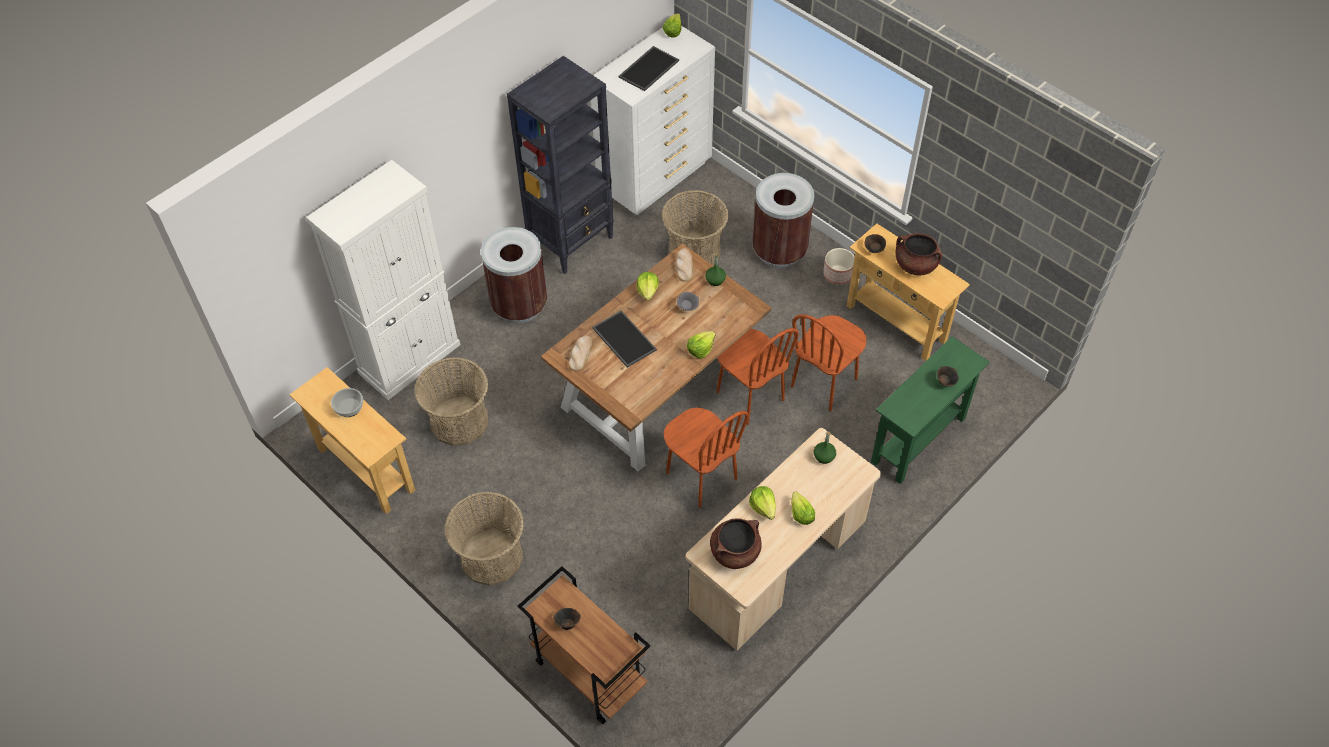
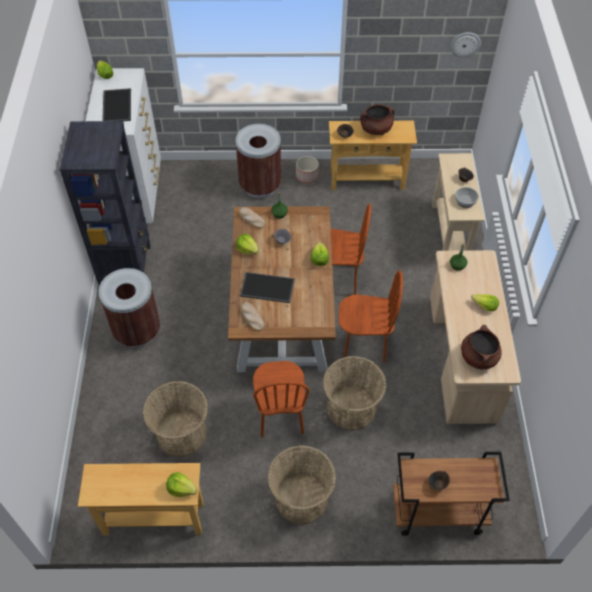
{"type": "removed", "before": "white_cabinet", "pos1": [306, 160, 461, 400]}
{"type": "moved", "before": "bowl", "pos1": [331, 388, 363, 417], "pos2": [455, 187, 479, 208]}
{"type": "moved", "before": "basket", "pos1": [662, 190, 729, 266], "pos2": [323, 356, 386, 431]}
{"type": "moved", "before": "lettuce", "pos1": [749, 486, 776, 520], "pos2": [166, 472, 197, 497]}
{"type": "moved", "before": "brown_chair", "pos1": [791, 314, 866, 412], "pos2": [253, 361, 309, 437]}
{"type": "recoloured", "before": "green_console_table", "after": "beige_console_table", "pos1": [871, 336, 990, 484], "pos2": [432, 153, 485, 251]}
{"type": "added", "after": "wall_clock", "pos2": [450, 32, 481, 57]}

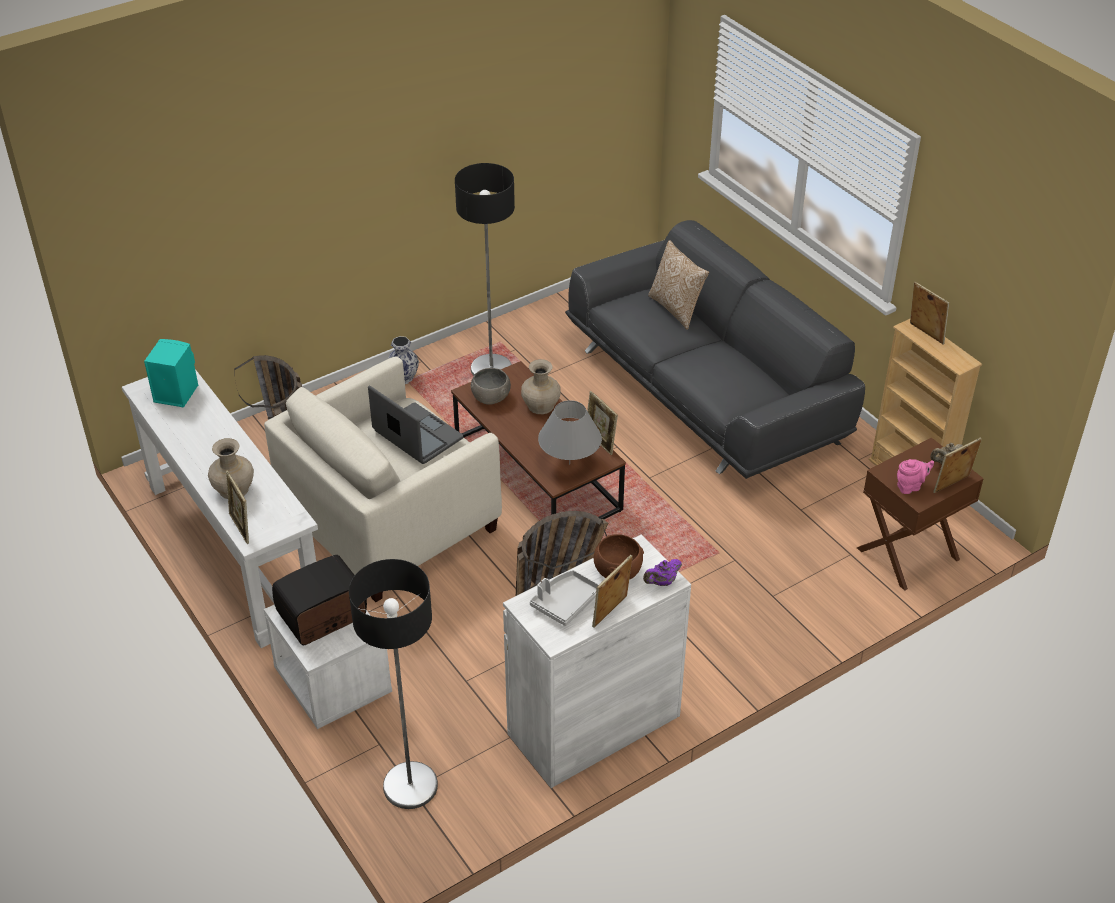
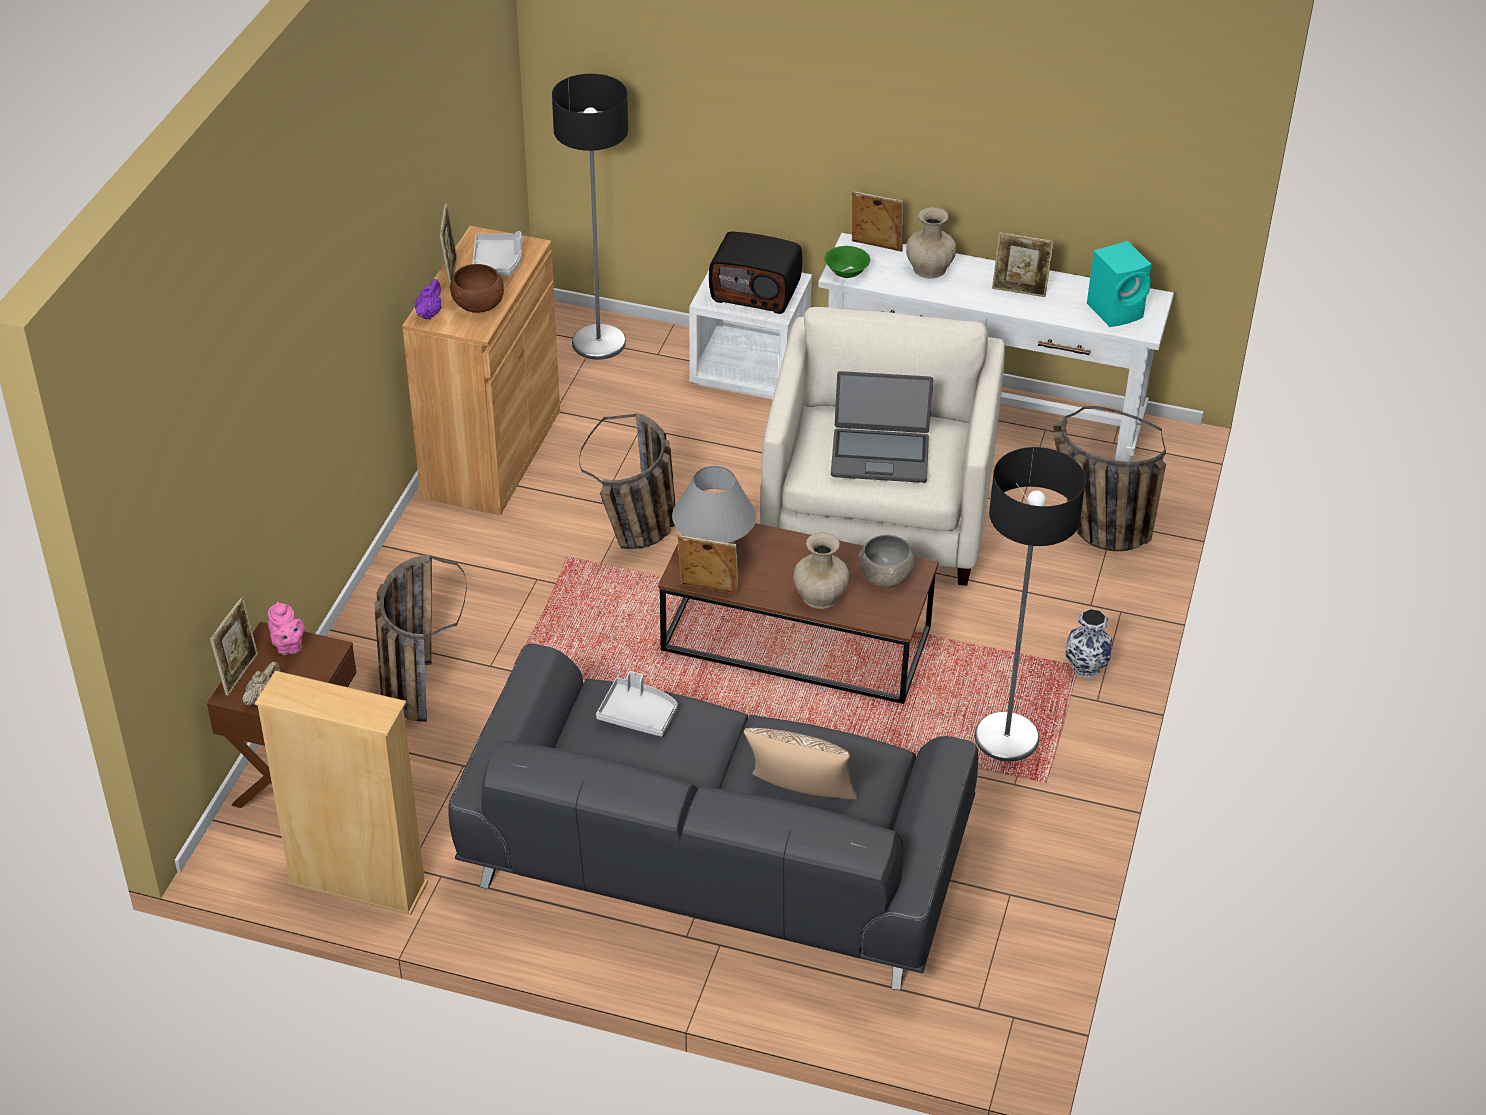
{"type": "turned", "before": "radio", "pos1": [272, 555, 367, 645], "pos2": [709, 232, 802, 314], "turn": 90}
{"type": "recoloured", "before": "white_cabinet", "after": "brown_cabinet", "pos1": [503, 534, 691, 788], "pos2": [402, 226, 560, 515]}
{"type": "turned", "before": "pink_teapot", "pos1": [897, 459, 934, 494], "pos2": [268, 601, 305, 655], "turn": -60}
{"type": "moved", "before": "picture_frame", "pos1": [910, 282, 949, 345], "pos2": [992, 232, 1054, 297]}
{"type": "added", "after": "basket", "pos2": [375, 555, 467, 722]}
{"type": "added", "after": "grey_tray", "pos2": [596, 671, 678, 737]}
{"type": "added", "after": "green_bowl", "pos2": [824, 246, 870, 278]}

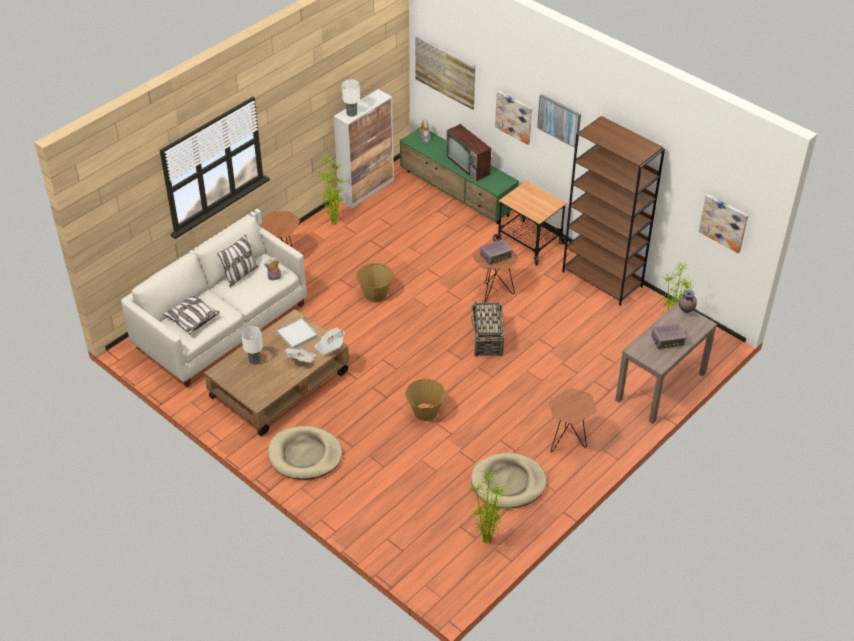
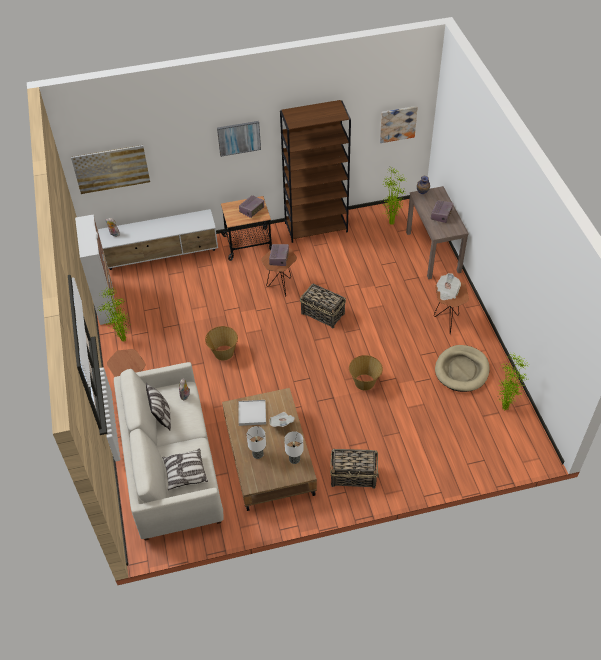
{"type": "replaced", "before": "beige_dog_bed", "after": "basket", "pos1": [268, 426, 342, 480], "pos2": [330, 449, 379, 489]}
{"type": "moved", "before": "newspaper", "pos1": [314, 327, 345, 356], "pos2": [437, 273, 461, 300]}
{"type": "moved", "before": "table_lamp", "pos1": [342, 79, 360, 117], "pos2": [284, 431, 304, 464]}
{"type": "recoloured", "before": "green_tv_stand", "after": "white_tv_stand", "pos1": [400, 127, 519, 224], "pos2": [98, 209, 218, 270]}
{"type": "removed", "before": "television", "pos1": [446, 124, 491, 181]}
{"type": "removed", "before": "picture", "pos1": [495, 91, 532, 145]}
{"type": "added", "after": "radio", "pos2": [239, 195, 264, 218]}

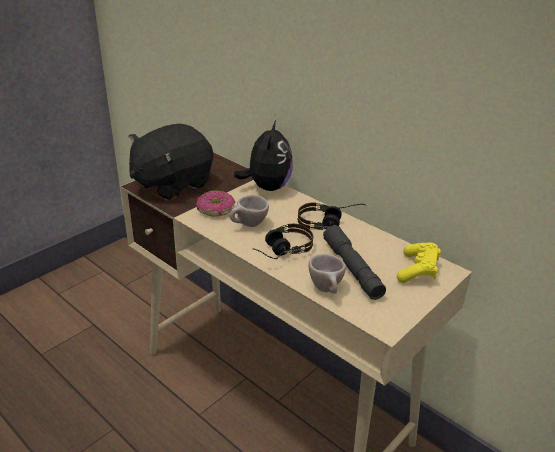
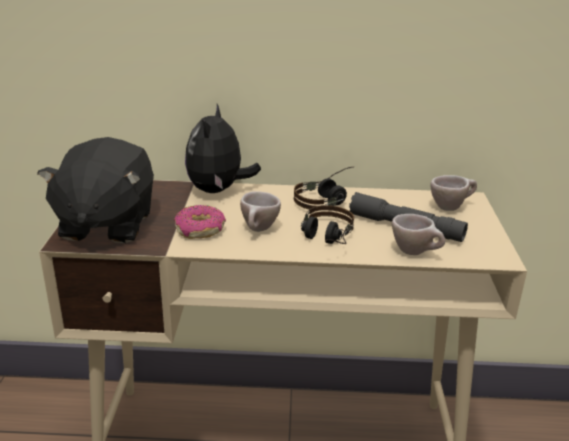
{"type": "turned", "before": "plush_toy", "pos1": [234, 120, 293, 191], "pos2": [185, 104, 261, 193], "turn": -135}
{"type": "replaced", "before": "yellow_game_controller", "after": "beige_cup", "pos1": [397, 242, 441, 283], "pos2": [430, 175, 477, 211]}

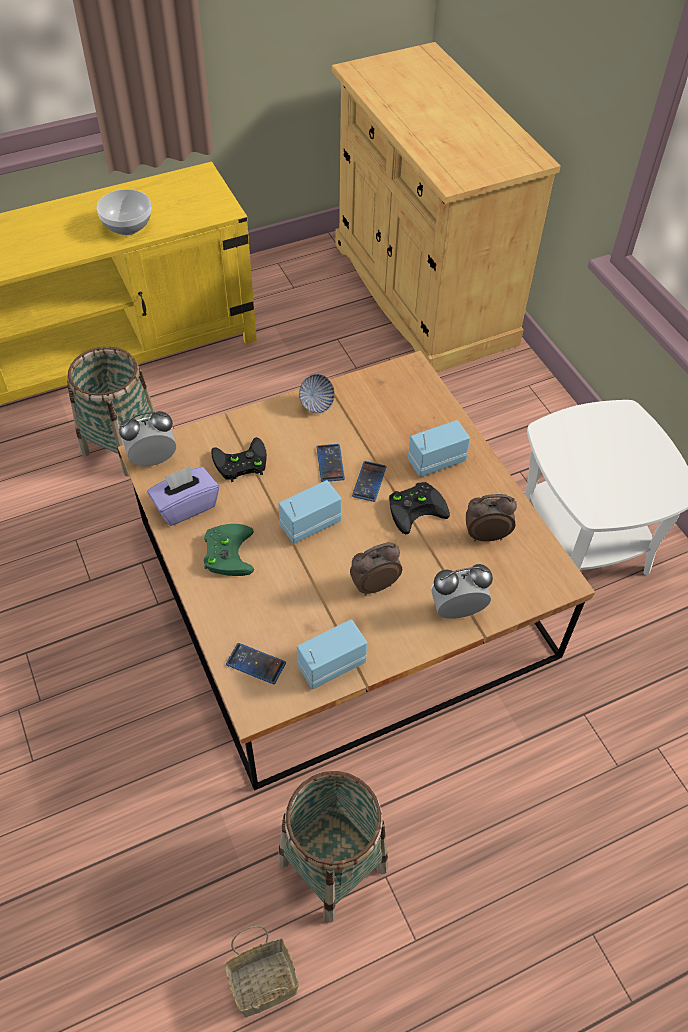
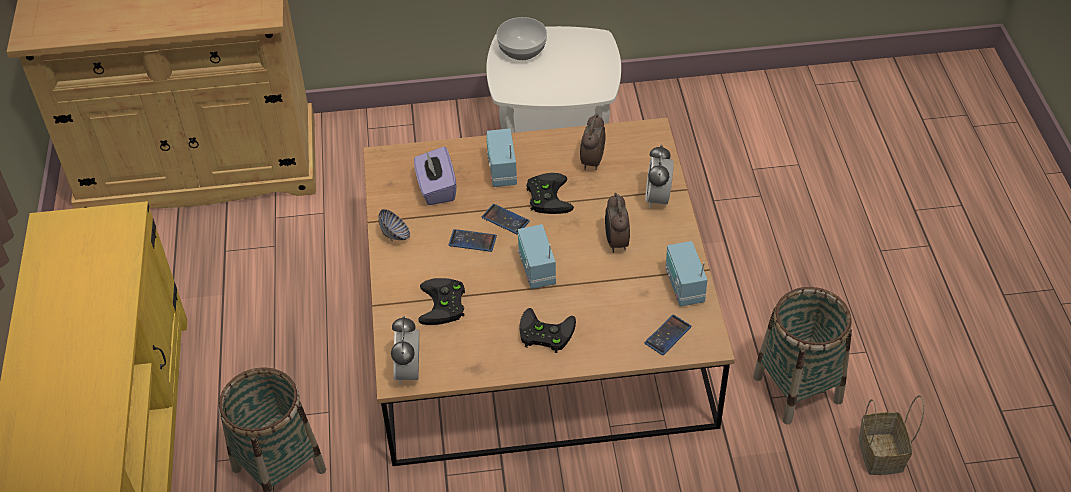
{"type": "moved", "before": "bowl", "pos1": [96, 189, 151, 235], "pos2": [496, 17, 547, 60]}
{"type": "moved", "before": "purple_tissue_box", "pos1": [147, 466, 219, 526], "pos2": [414, 146, 457, 205]}
{"type": "recoloured", "before": "green_game_controller", "after": "black_game_controller", "pos1": [203, 524, 254, 576], "pos2": [519, 308, 576, 353]}

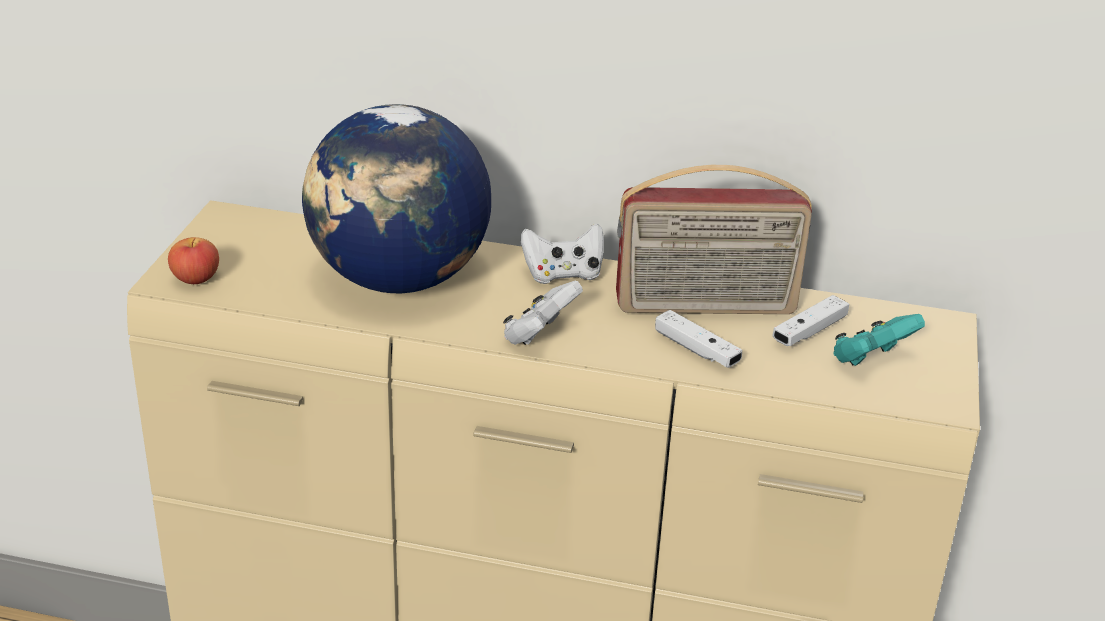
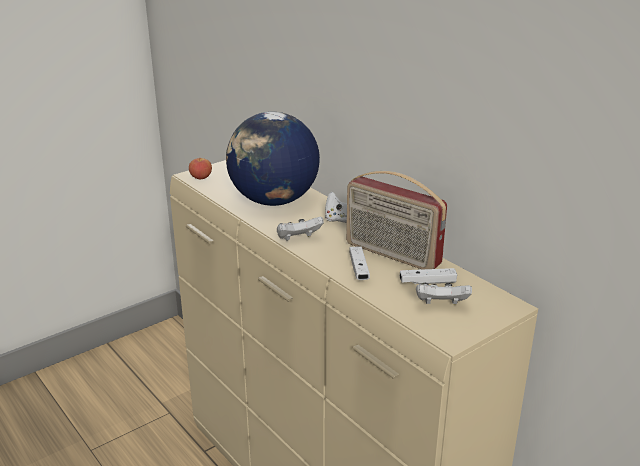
{"type": "recoloured", "before": "turquoise_game_controller", "after": "white_game_controller", "pos1": [833, 314, 925, 366], "pos2": [416, 283, 472, 305]}

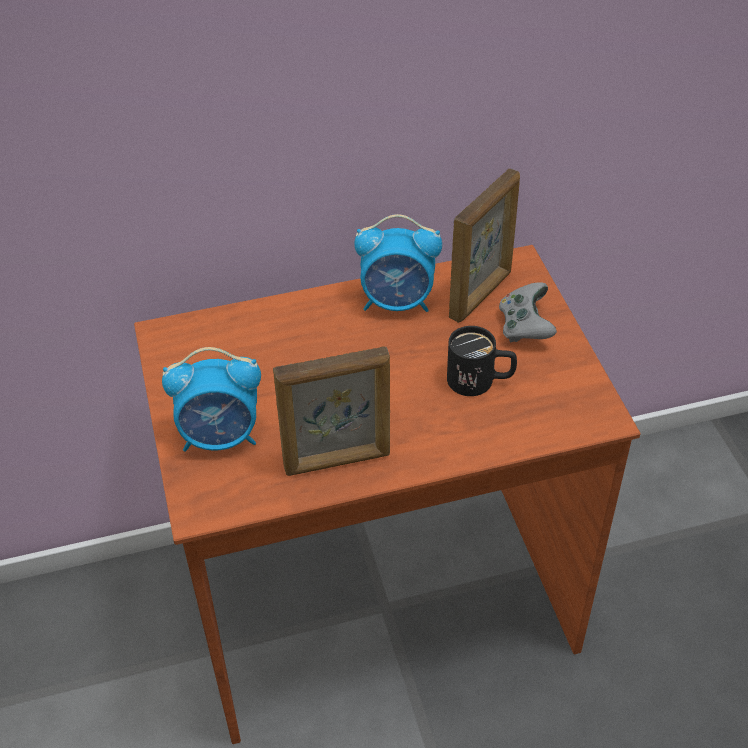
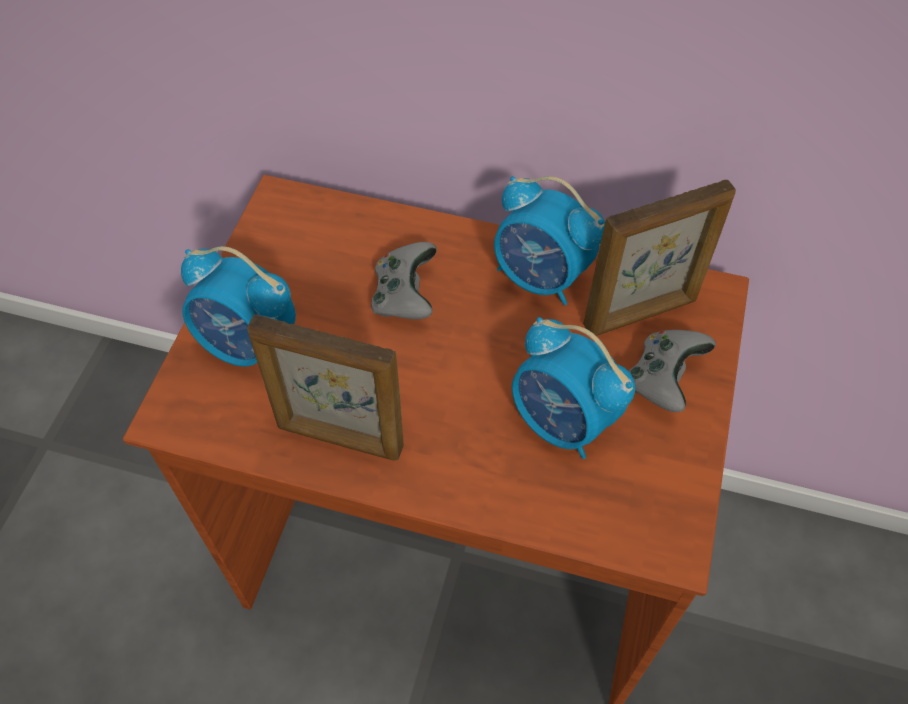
{"type": "replaced", "before": "black_mug", "after": "alarm_clock", "pos1": [447, 326, 517, 396], "pos2": [512, 317, 635, 459]}
{"type": "added", "after": "grey_game_controller", "pos2": [371, 242, 437, 319]}

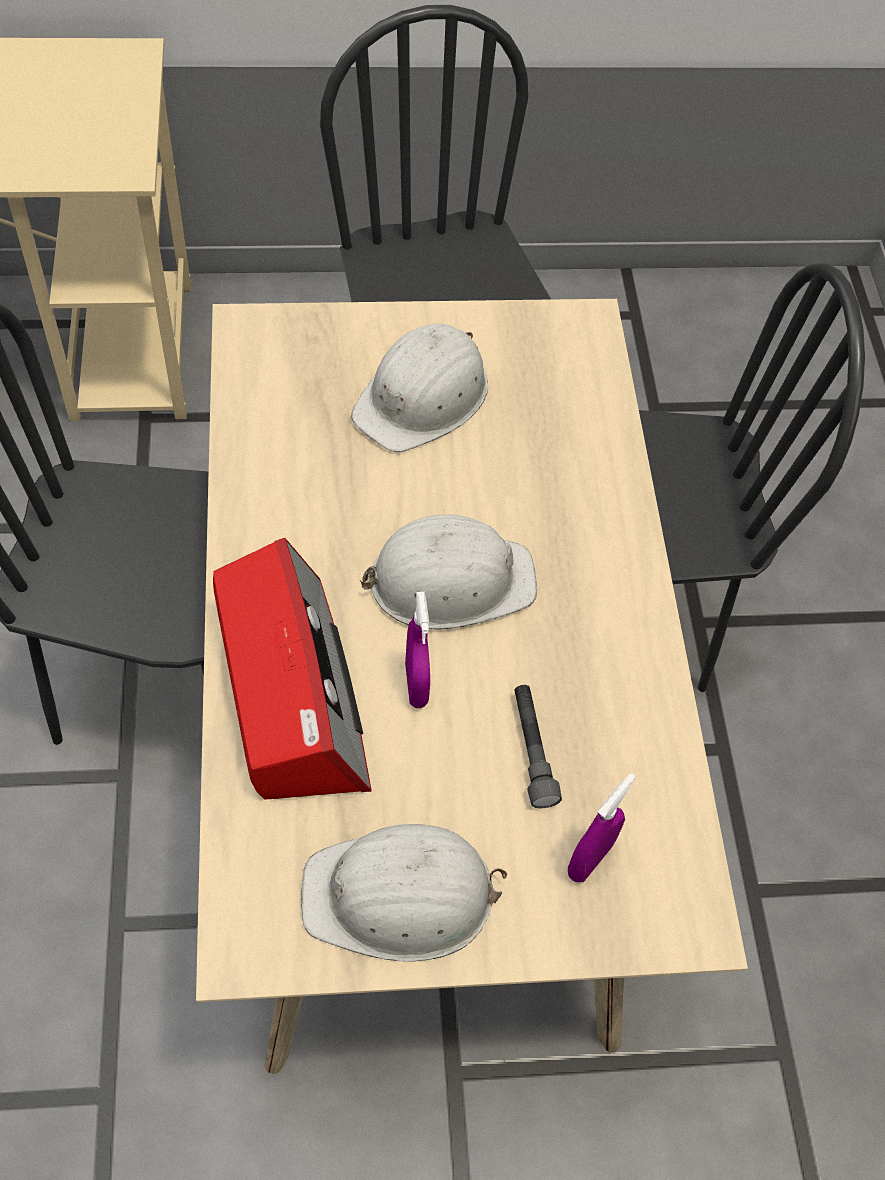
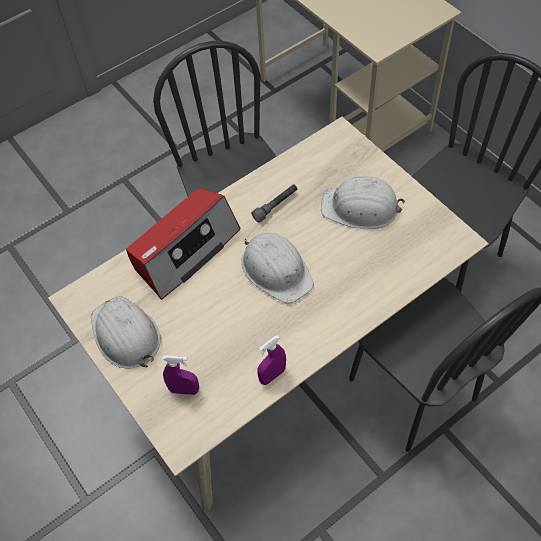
{"type": "moved", "before": "purple_spray_bottle", "pos1": [405, 592, 430, 708], "pos2": [257, 335, 286, 385]}
{"type": "moved", "before": "grey_flashlight", "pos1": [514, 685, 562, 808], "pos2": [252, 184, 297, 222]}

